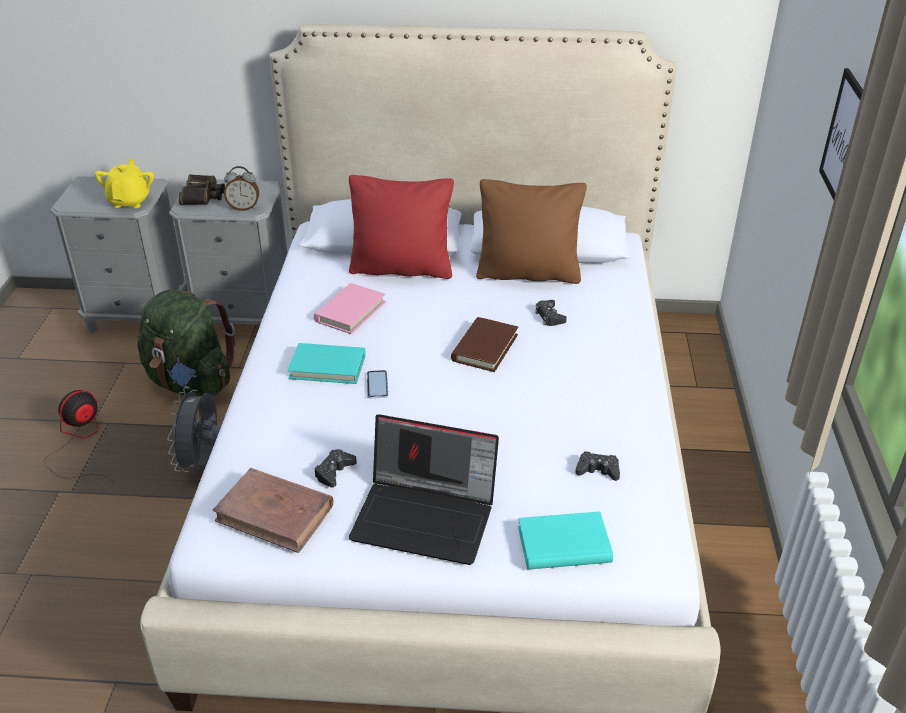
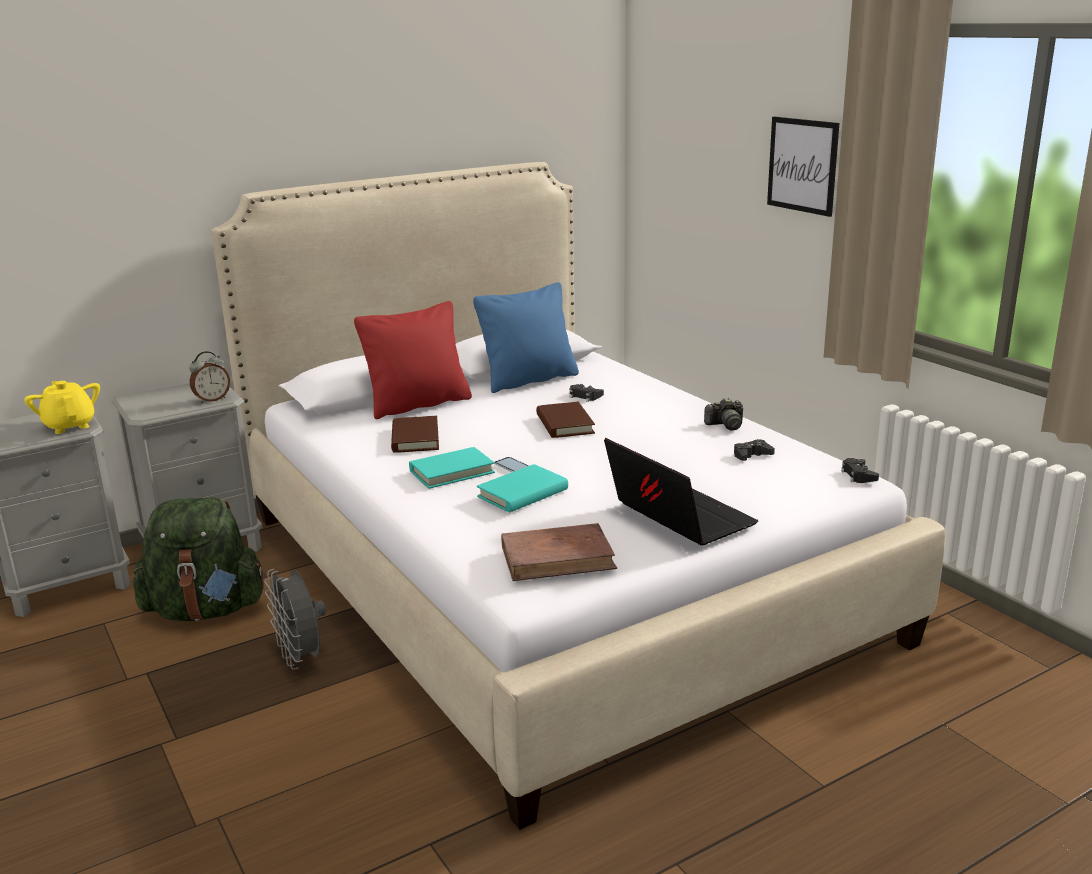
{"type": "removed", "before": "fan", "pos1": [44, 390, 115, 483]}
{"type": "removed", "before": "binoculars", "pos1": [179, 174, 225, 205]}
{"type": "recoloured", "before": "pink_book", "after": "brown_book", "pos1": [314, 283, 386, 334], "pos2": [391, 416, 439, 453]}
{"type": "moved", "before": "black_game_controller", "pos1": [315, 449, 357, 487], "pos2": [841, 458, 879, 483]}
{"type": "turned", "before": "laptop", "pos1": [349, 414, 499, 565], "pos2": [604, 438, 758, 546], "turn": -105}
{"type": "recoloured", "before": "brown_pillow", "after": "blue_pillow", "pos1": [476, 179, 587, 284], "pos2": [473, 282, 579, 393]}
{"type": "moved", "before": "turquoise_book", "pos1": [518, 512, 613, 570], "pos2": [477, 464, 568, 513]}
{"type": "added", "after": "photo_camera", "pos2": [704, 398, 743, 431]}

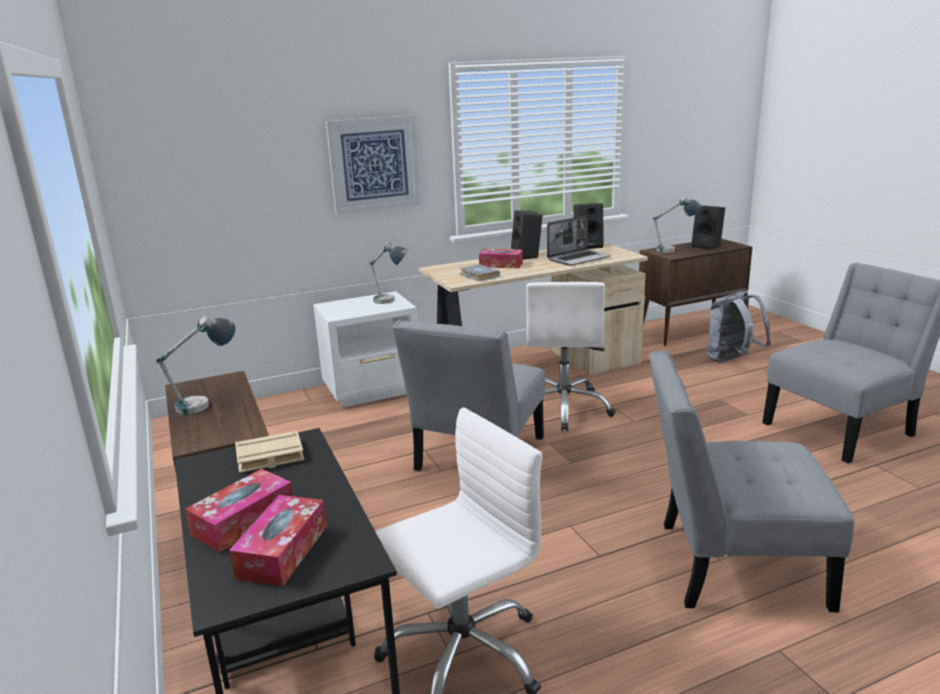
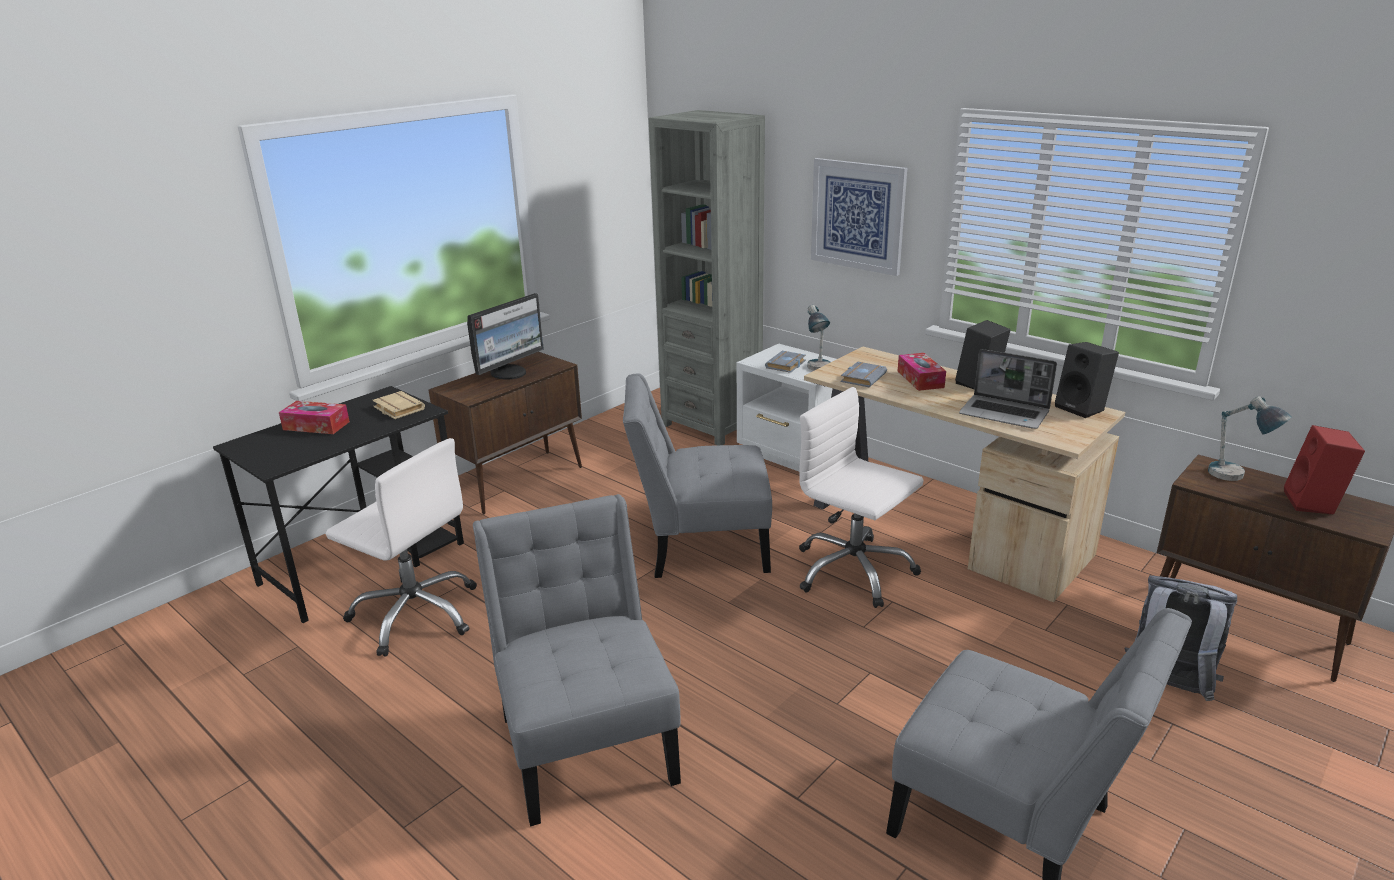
{"type": "replaced", "before": "table_lamp", "after": "monitor", "pos1": [156, 316, 235, 414], "pos2": [467, 293, 544, 380]}
{"type": "removed", "before": "tissue_box", "pos1": [229, 495, 327, 587]}
{"type": "turned", "before": "white_office_chair", "pos1": [526, 282, 616, 431], "pos2": [799, 387, 924, 608], "turn": 60}
{"type": "recoloured", "before": "black_speaker", "after": "red_speaker", "pos1": [691, 206, 725, 250], "pos2": [1284, 425, 1365, 514]}
{"type": "added", "after": "grey_bookcase", "pos2": [649, 110, 765, 445]}
{"type": "added", "after": "grey_book", "pos2": [765, 351, 806, 373]}

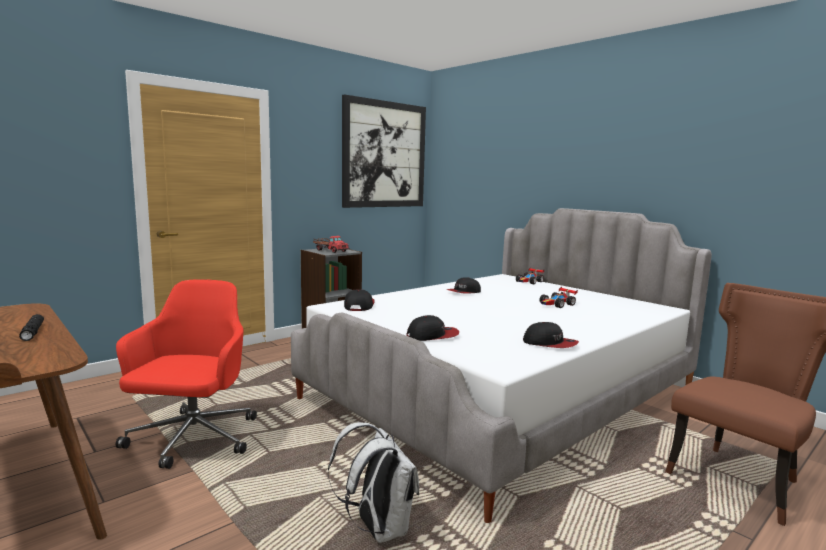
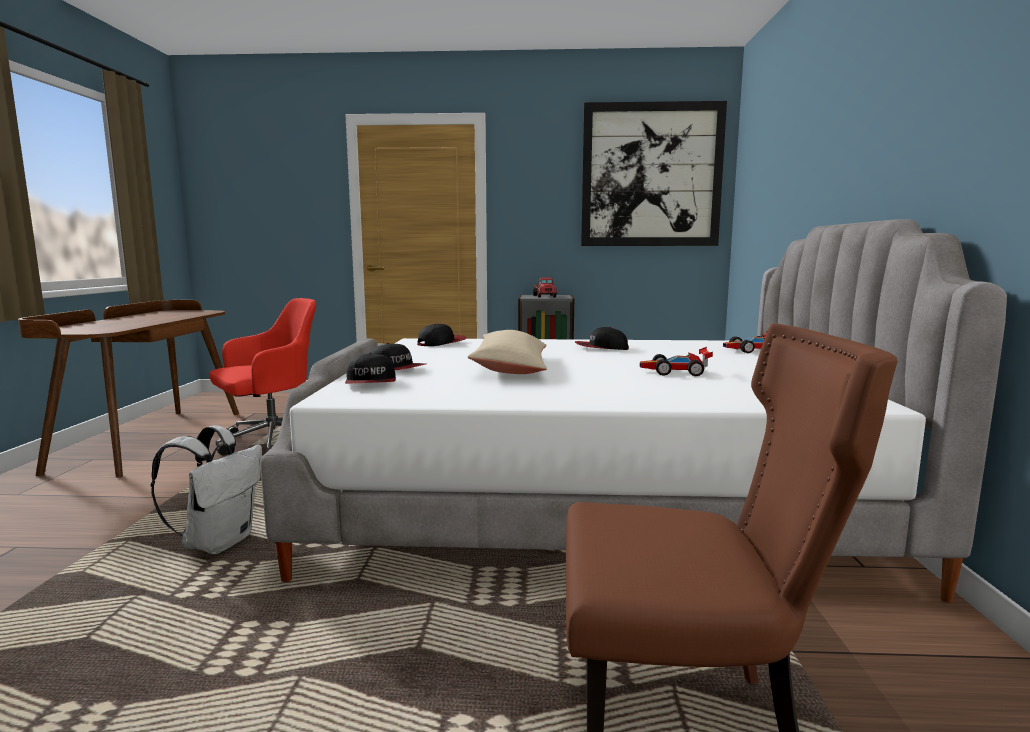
{"type": "removed", "before": "black_flashlight", "pos1": [19, 314, 44, 341]}
{"type": "moved", "before": "cap", "pos1": [523, 322, 579, 348], "pos2": [345, 353, 396, 384]}
{"type": "added", "after": "beige_pillow", "pos2": [468, 330, 547, 374]}

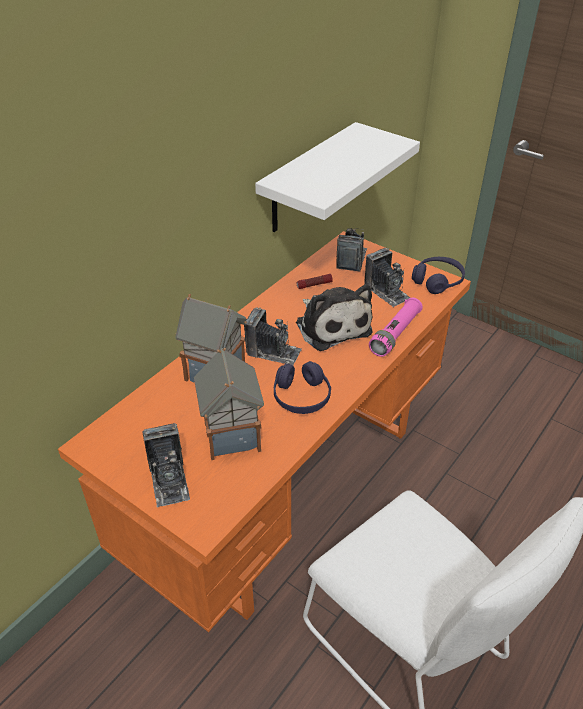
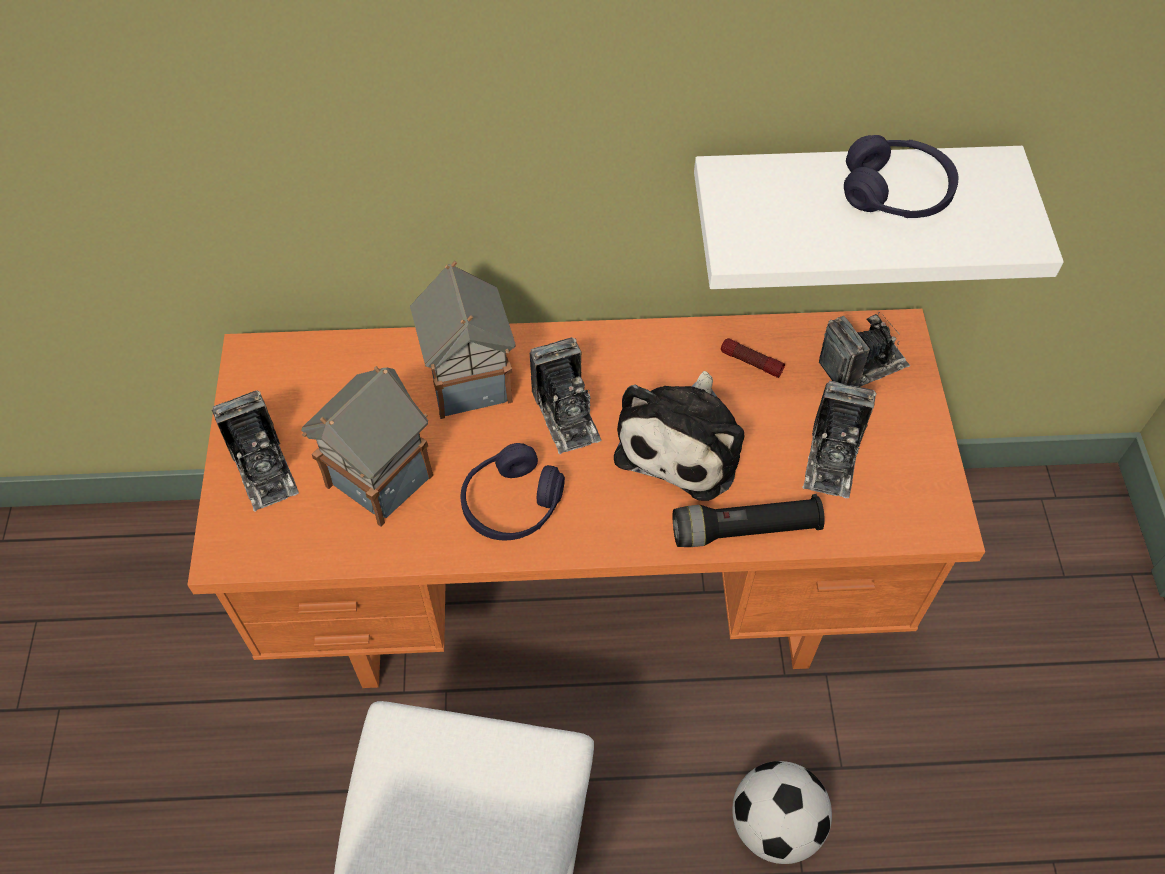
{"type": "turned", "before": "photo_camera", "pos1": [143, 423, 190, 508], "pos2": [212, 390, 299, 511], "turn": -60}
{"type": "recoloured", "before": "pink_flashlight", "after": "black_flashlight", "pos1": [369, 298, 423, 357], "pos2": [673, 494, 825, 547]}
{"type": "moved", "before": "purple_headphones", "pos1": [412, 257, 465, 294], "pos2": [844, 135, 958, 218]}
{"type": "added", "after": "football", "pos2": [732, 761, 832, 864]}

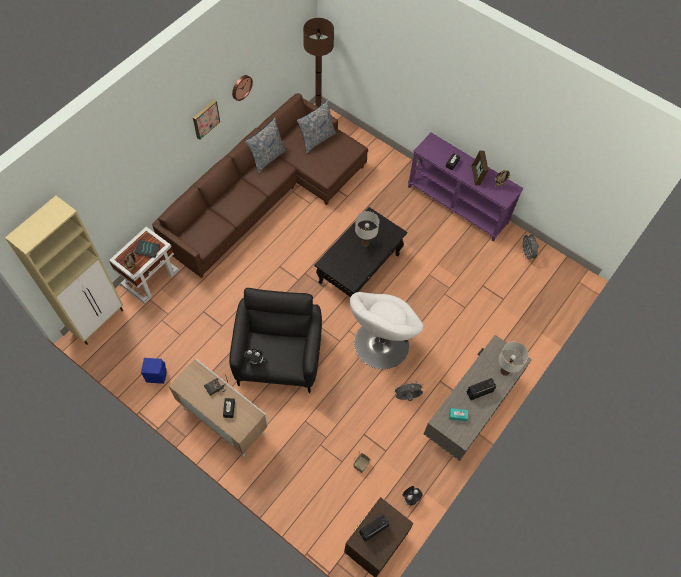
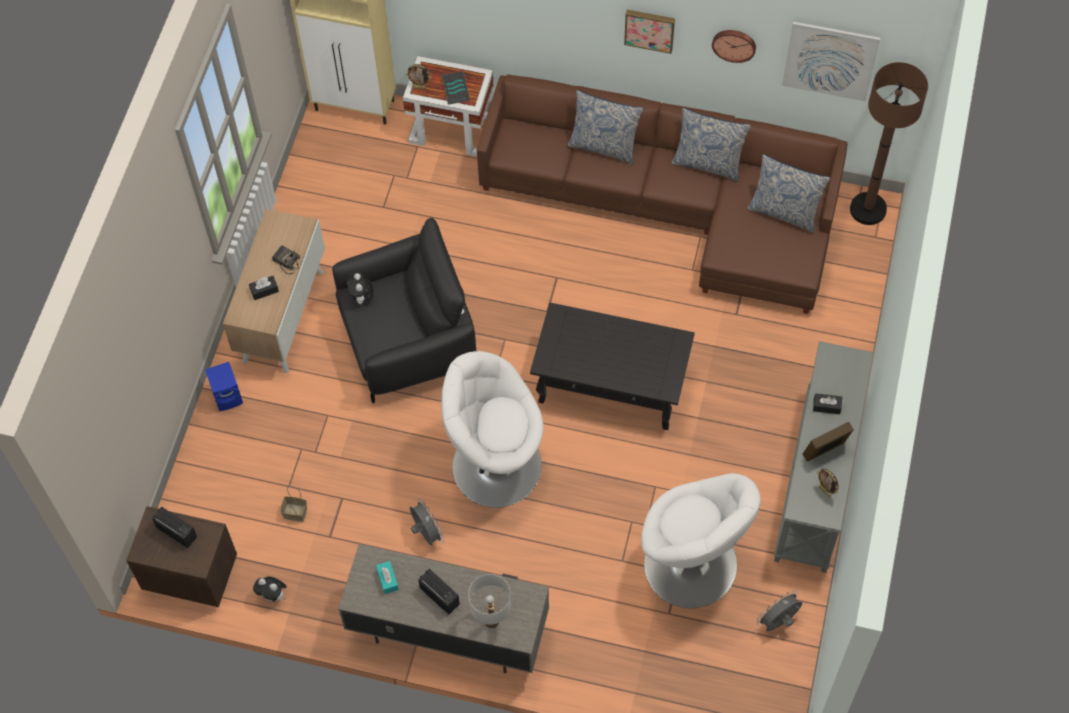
{"type": "moved", "before": "blue_speaker", "pos1": [141, 358, 167, 384], "pos2": [205, 362, 243, 411]}
{"type": "removed", "before": "white_table_lamp", "pos1": [355, 211, 379, 247]}
{"type": "recoloured", "before": "purple_console_table", "after": "grey_console_table", "pos1": [408, 133, 524, 242], "pos2": [774, 341, 874, 573]}
{"type": "added", "after": "pillow", "pos2": [568, 90, 643, 164]}
{"type": "added", "after": "white_armchair", "pos2": [642, 473, 761, 608]}
{"type": "added", "after": "picture", "pos2": [782, 22, 880, 101]}

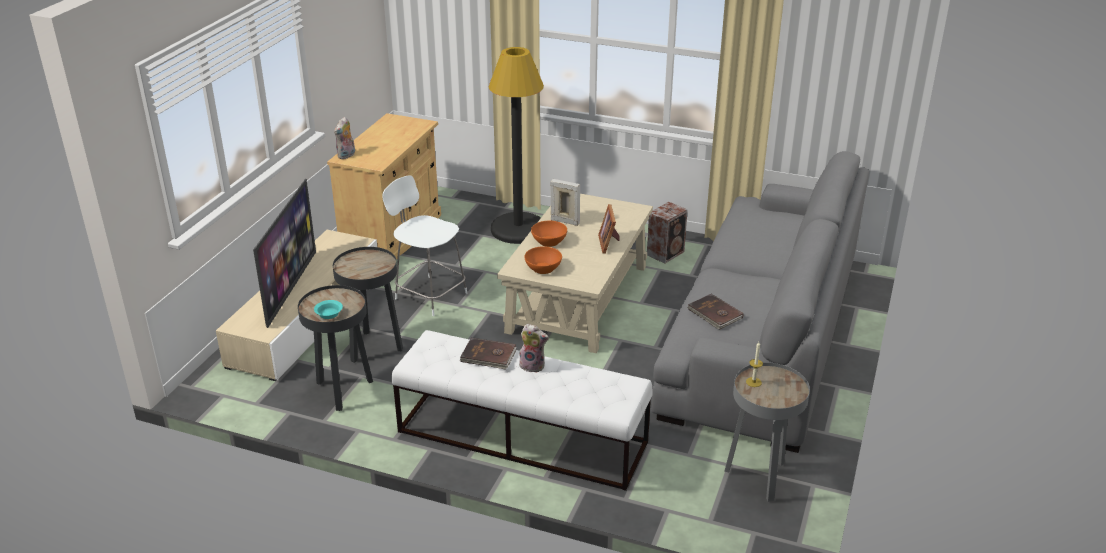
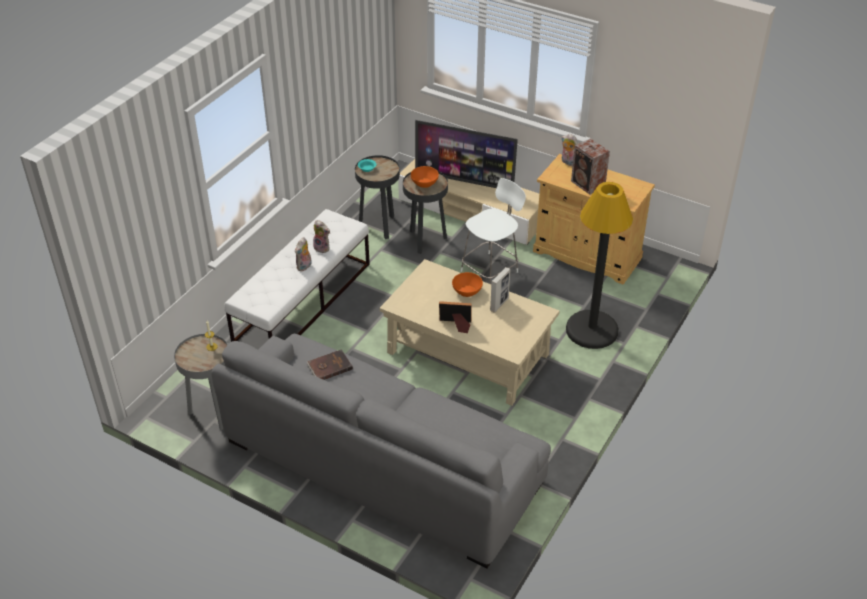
{"type": "replaced", "before": "brown_book", "after": "plush_toy", "pos1": [460, 338, 516, 370], "pos2": [313, 220, 330, 253]}
{"type": "moved", "before": "orange_bowl", "pos1": [524, 246, 562, 274], "pos2": [411, 166, 439, 188]}
{"type": "moved", "before": "speaker", "pos1": [647, 202, 688, 264], "pos2": [571, 138, 610, 195]}

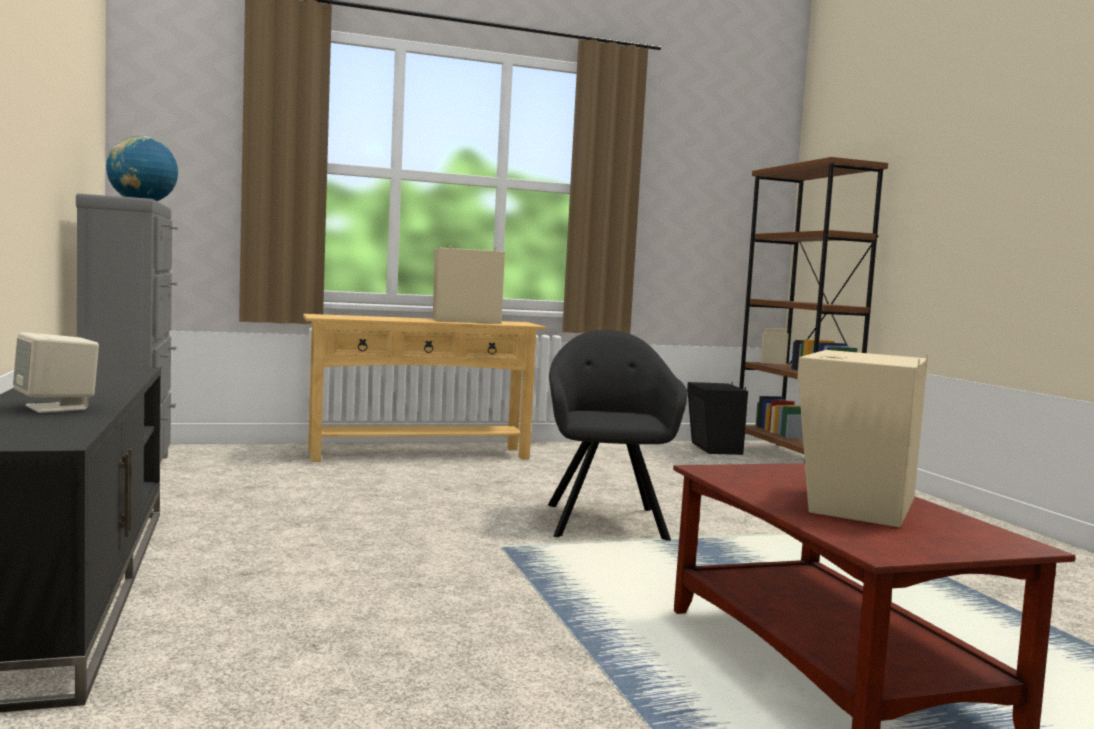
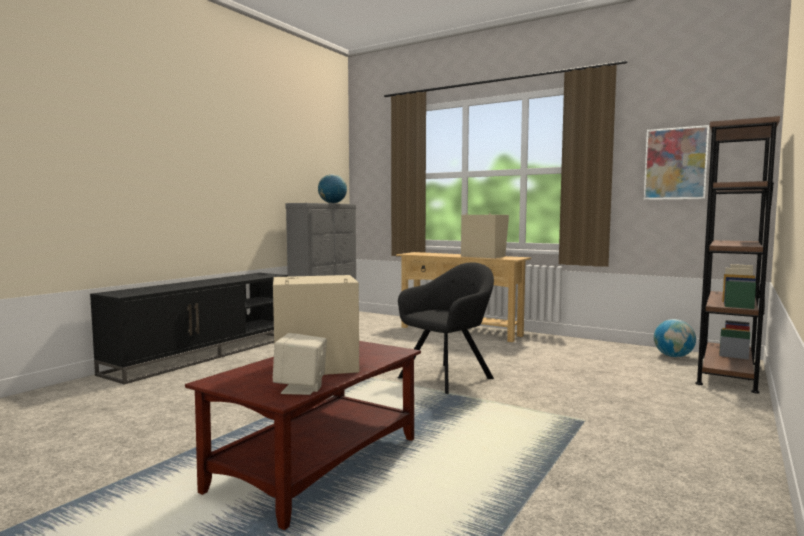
{"type": "moved", "before": "beige_speaker", "pos1": [13, 332, 99, 413], "pos2": [273, 333, 327, 395]}
{"type": "replaced", "before": "black_speaker", "after": "globe", "pos1": [687, 382, 748, 455], "pos2": [654, 319, 696, 357]}
{"type": "added", "after": "picture", "pos2": [644, 125, 709, 200]}

